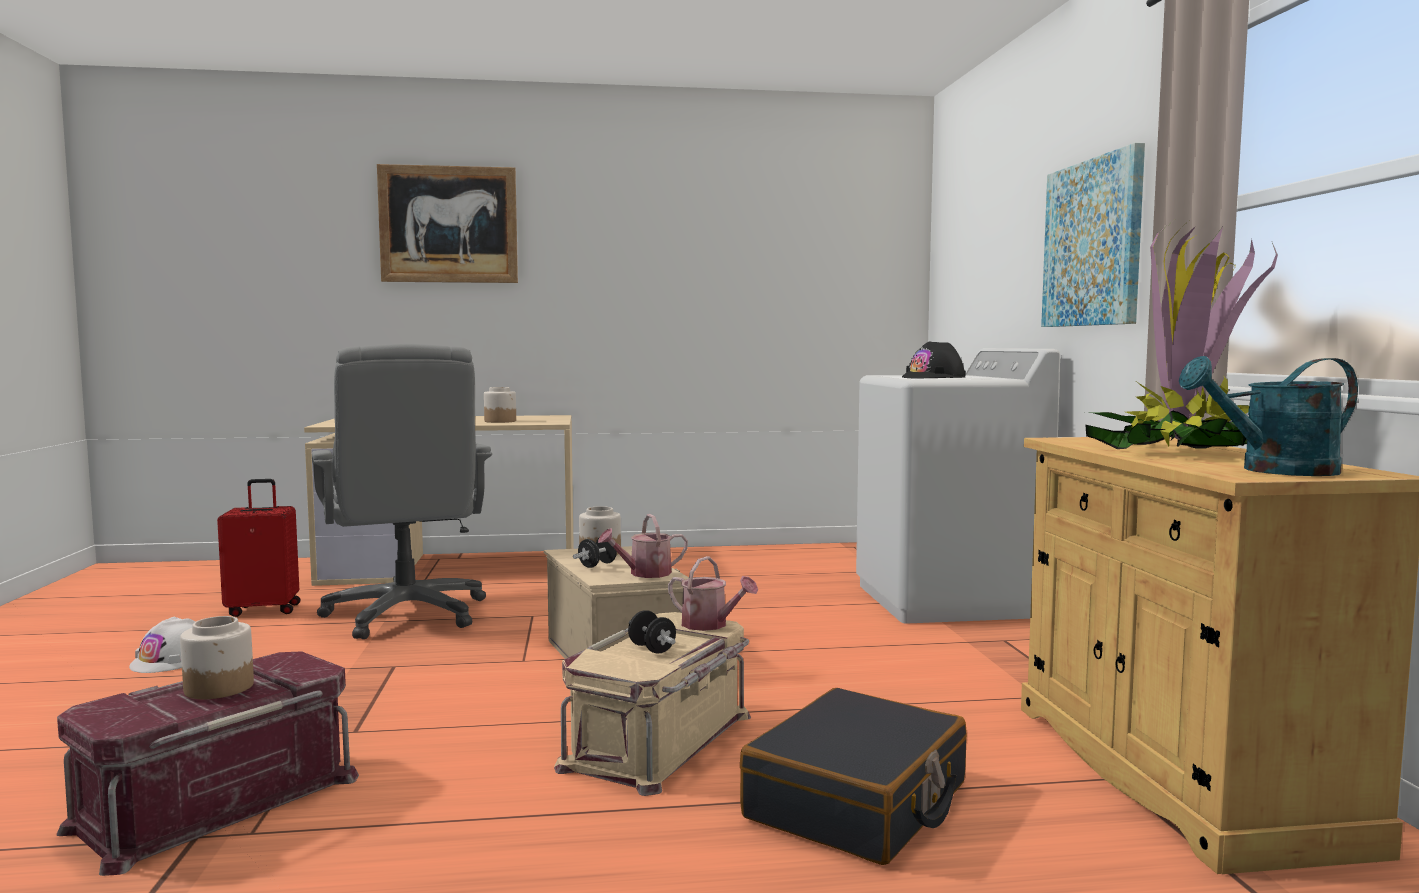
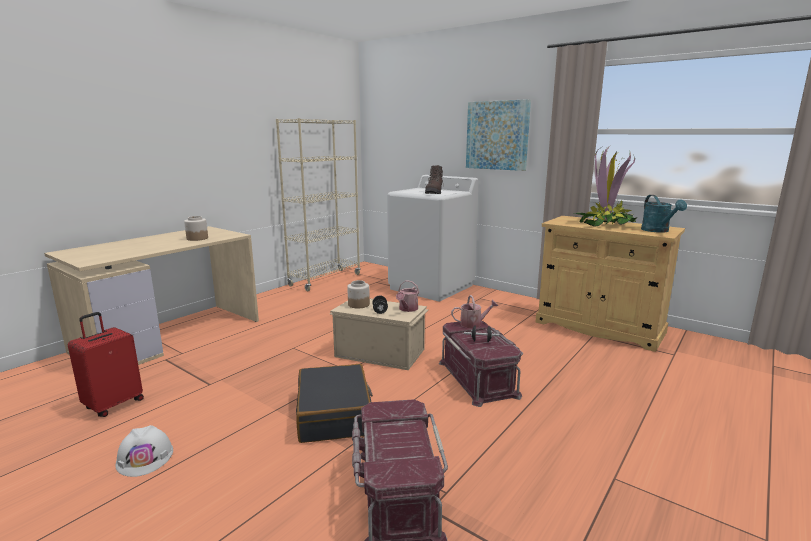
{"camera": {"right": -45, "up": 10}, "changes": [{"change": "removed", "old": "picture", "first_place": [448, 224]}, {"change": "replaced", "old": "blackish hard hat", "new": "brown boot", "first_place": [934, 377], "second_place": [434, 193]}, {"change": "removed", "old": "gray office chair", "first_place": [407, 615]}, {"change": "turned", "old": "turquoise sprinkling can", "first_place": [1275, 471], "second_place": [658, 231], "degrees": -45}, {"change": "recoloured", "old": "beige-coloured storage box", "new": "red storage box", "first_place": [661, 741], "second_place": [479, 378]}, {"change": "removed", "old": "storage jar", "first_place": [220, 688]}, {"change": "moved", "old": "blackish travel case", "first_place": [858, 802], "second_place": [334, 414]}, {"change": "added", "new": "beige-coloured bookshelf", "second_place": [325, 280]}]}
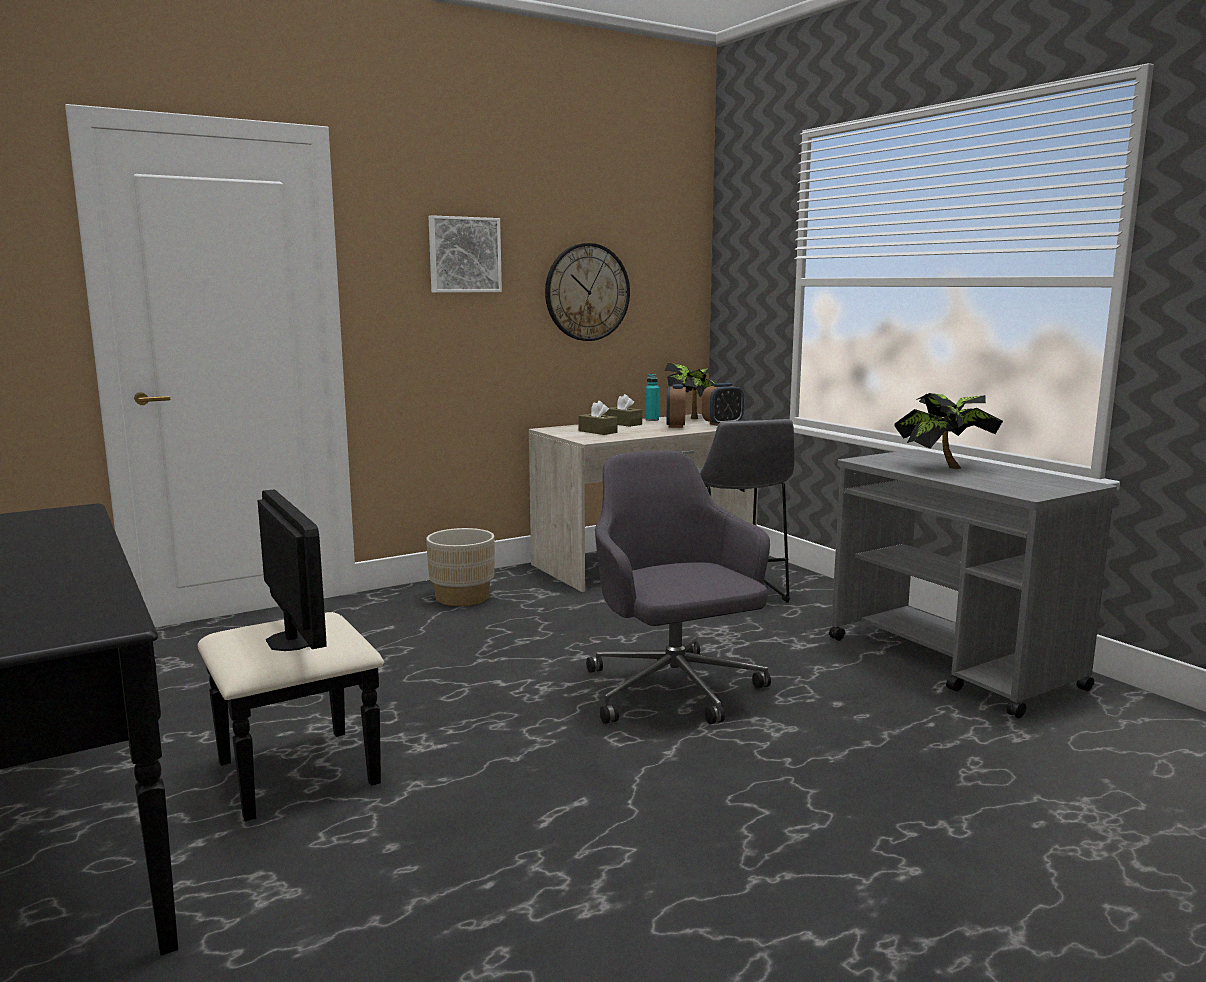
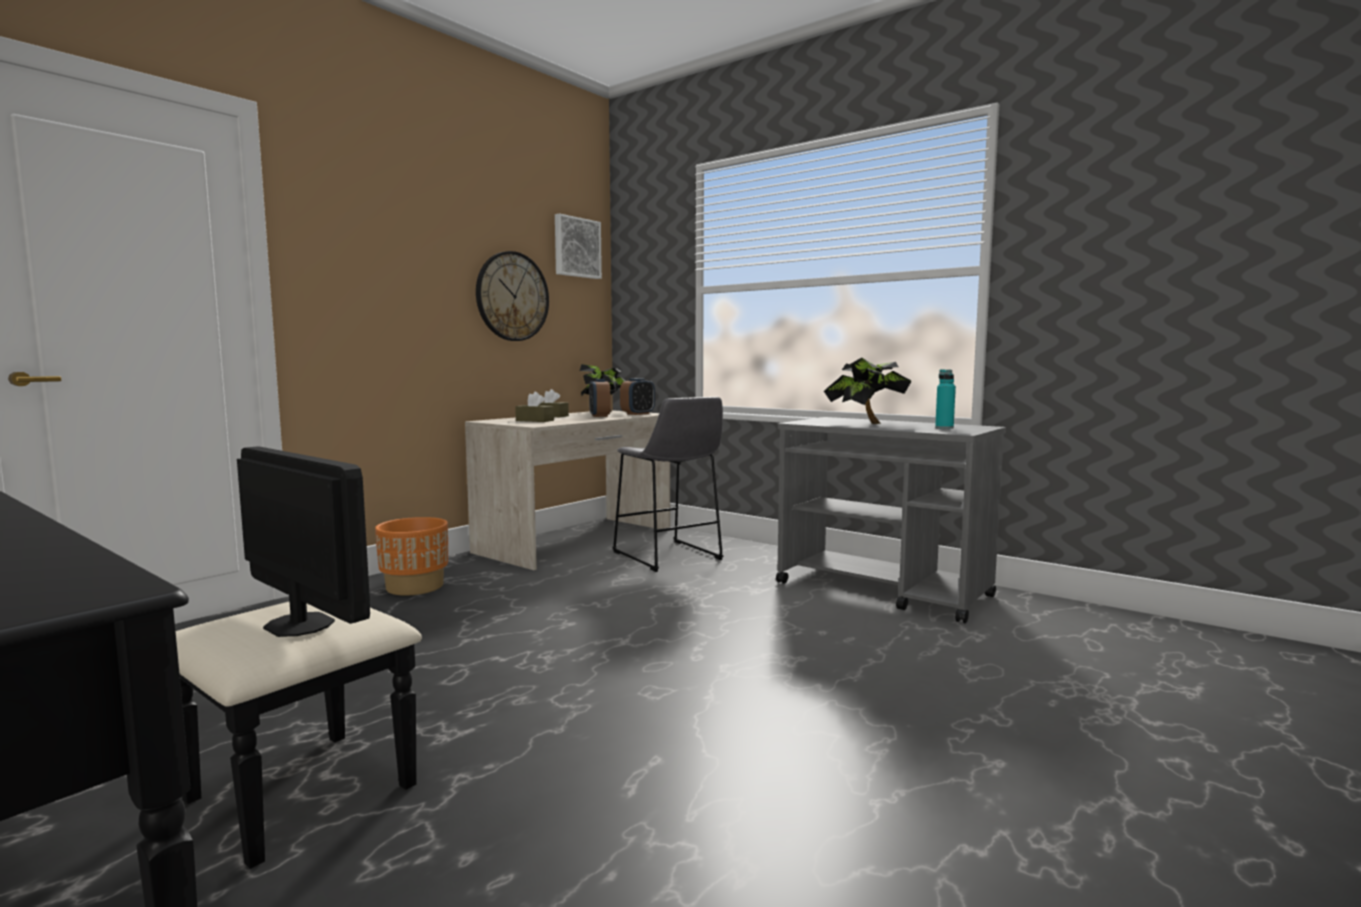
{"camera": {"right": -20, "up": -5}, "changes": [{"change": "moved", "old": "picture", "first_place": [464, 255], "second_place": [576, 247]}, {"change": "moved", "old": "turquoise drink bottle", "first_place": [652, 420], "second_place": [944, 428]}, {"change": "removed", "old": "gray office chair", "first_place": [674, 691]}, {"change": "recoloured", "old": "beige-coloured planter", "new": "orangey planter", "first_place": [462, 597], "second_place": [415, 587]}]}
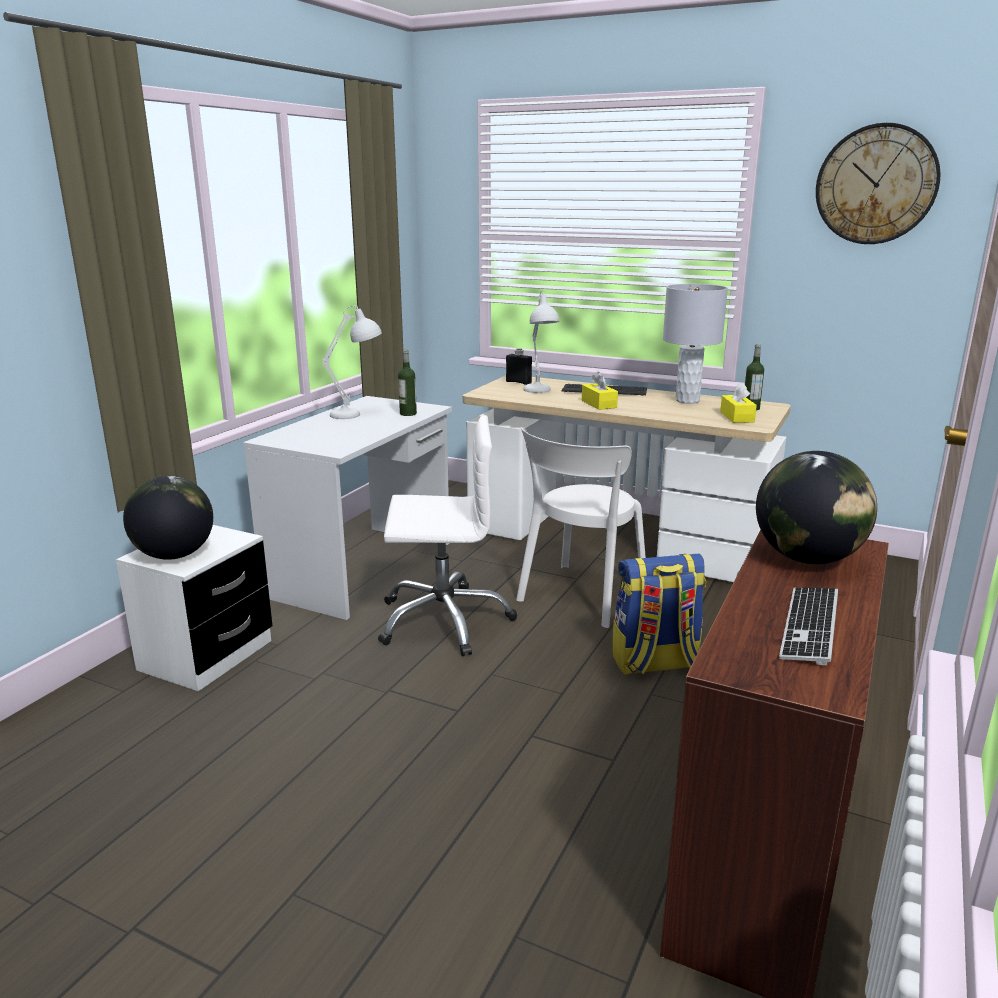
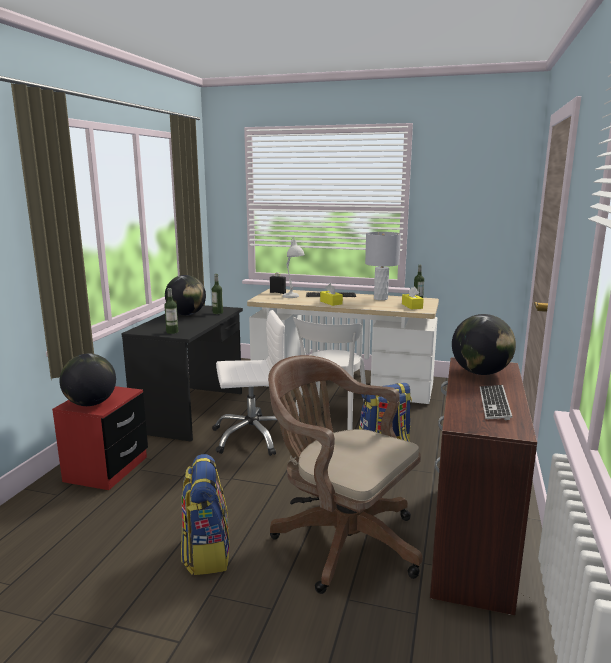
{"camera": {"right": -10, "up": -5}, "changes": [{"change": "removed", "old": "clock on the wall", "first_place": [876, 184]}, {"change": "replaced", "old": "whitish table lamp", "new": "desk globe", "first_place": [358, 414], "second_place": [186, 314]}, {"change": "recoloured", "old": "whitish desk unit", "new": "blackish desk unit", "first_place": [364, 569], "second_place": [192, 411]}, {"change": "recoloured", "old": "whitish night table", "new": "red night table", "first_place": [206, 655], "second_place": [107, 469]}, {"change": "added", "new": "drink bottle", "second_place": [172, 332]}, {"change": "added", "new": "brown office chair", "second_place": [340, 539]}, {"change": "added", "new": "rucksack", "second_place": [206, 552]}]}
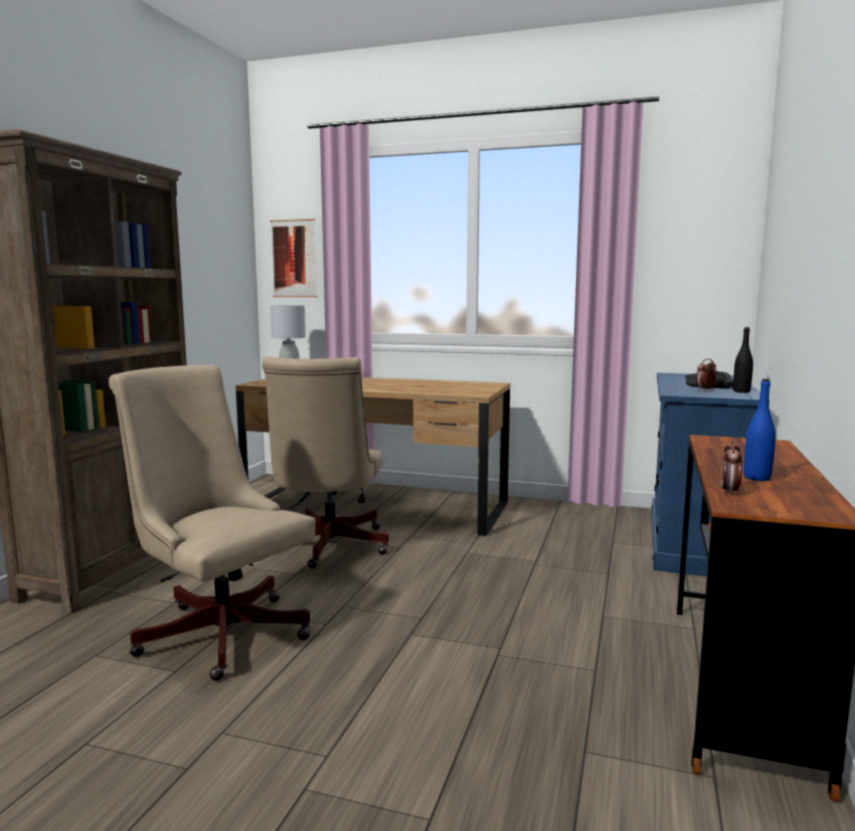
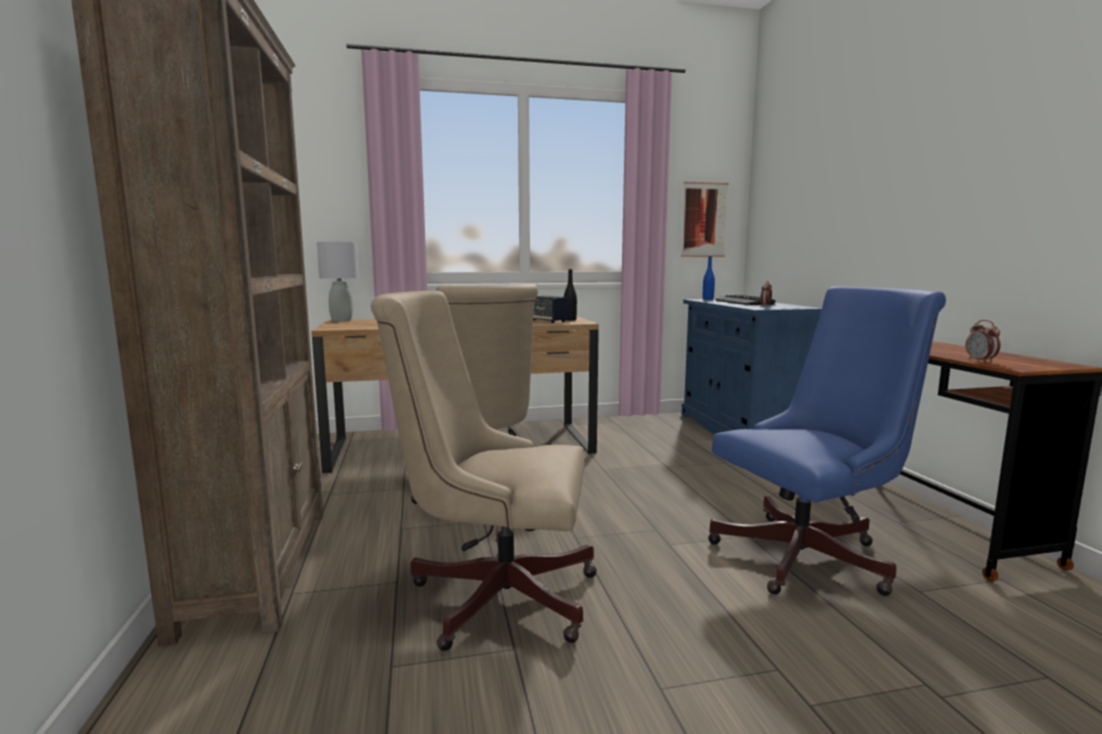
{"camera": {"right": -30, "up": 0}, "changes": [{"change": "moved", "old": "picture", "first_place": [294, 258], "second_place": [704, 220]}, {"change": "moved", "old": "blackish drink bottle", "first_place": [741, 391], "second_place": [570, 320]}, {"change": "moved", "old": "blue drink bottle", "first_place": [757, 478], "second_place": [708, 299]}, {"change": "added", "new": "blue office chair", "second_place": [811, 555]}, {"change": "added", "new": "audio speaker", "second_place": [548, 321]}]}
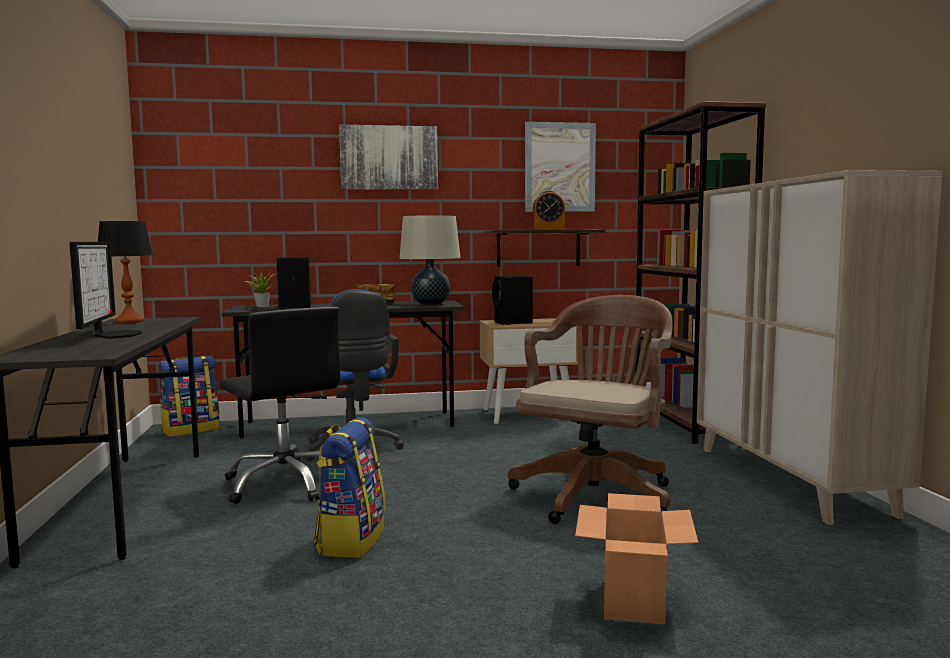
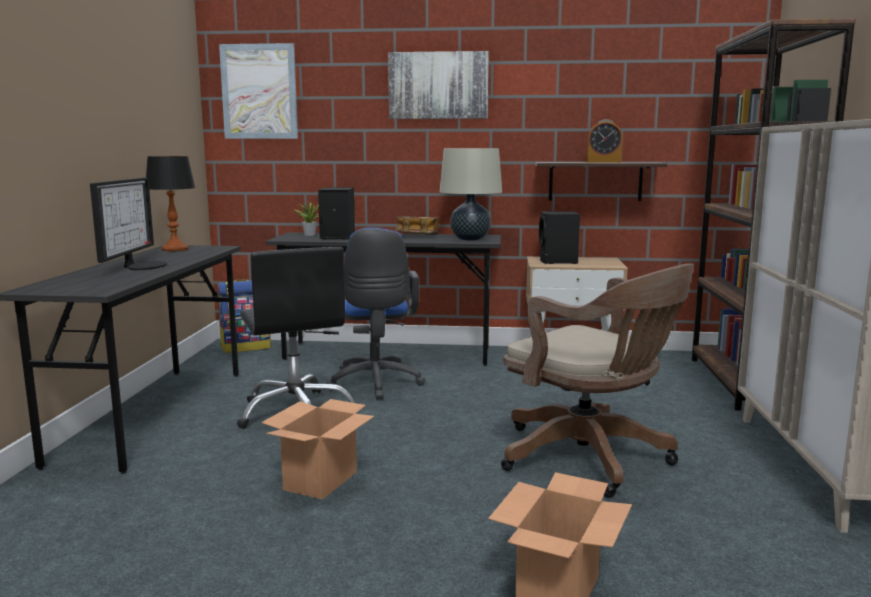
{"camera": {"right": 15, "up": 5}, "changes": [{"change": "moved", "old": "picture", "first_place": [559, 167], "second_place": [259, 92]}, {"change": "turned", "old": "brown office chair", "first_place": [596, 493], "second_place": [591, 459], "degrees": 90}, {"change": "replaced", "old": "rucksack", "new": "cardboard box", "first_place": [350, 540], "second_place": [321, 480]}]}
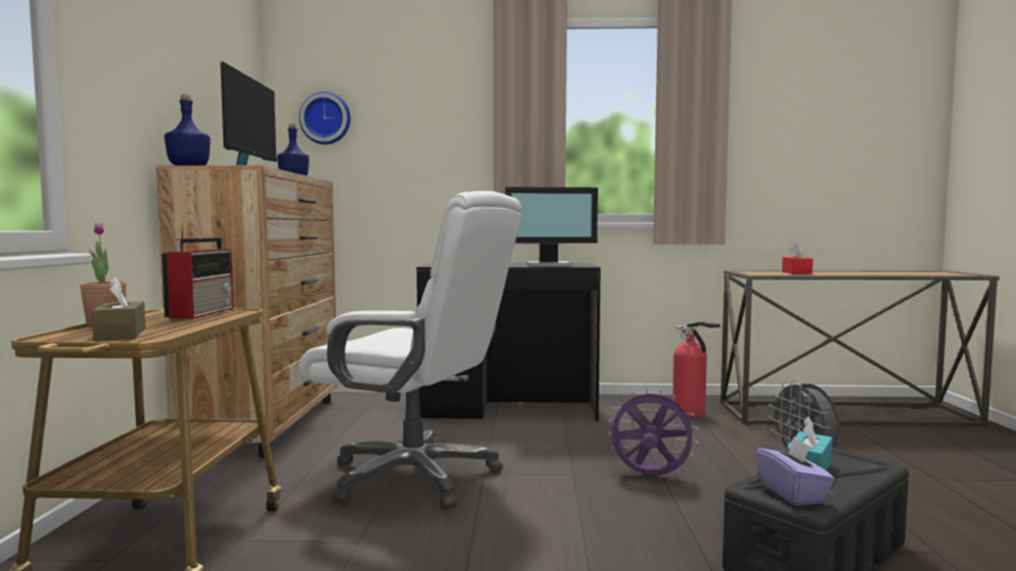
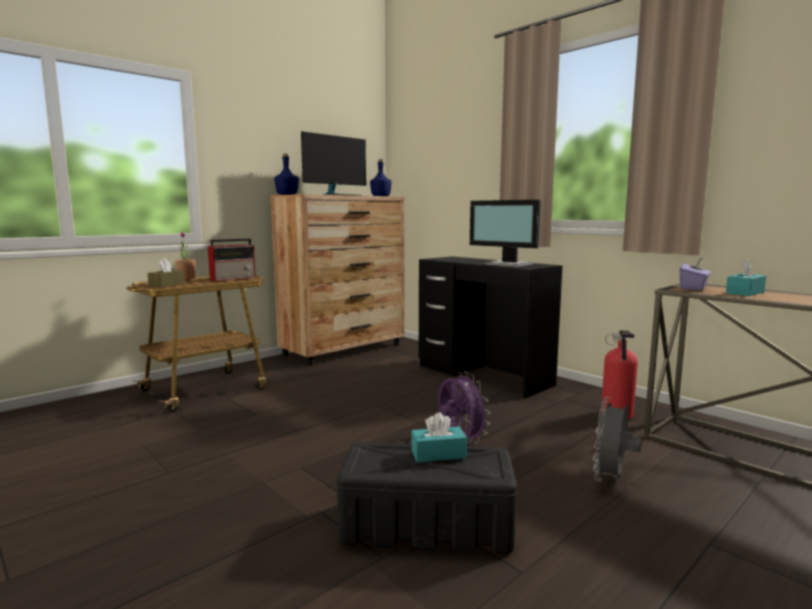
{"camera": {"right": 45, "up": 5}, "changes": [{"change": "removed", "old": "clock on the wall", "first_place": [326, 119]}, {"change": "removed", "old": "whitish office chair", "first_place": [415, 477]}, {"change": "recoloured", "old": "red tissue holder", "new": "turquoise tissue holder", "first_place": [796, 273], "second_place": [745, 293]}, {"change": "moved", "old": "purple tissue holder", "first_place": [793, 494], "second_place": [693, 288]}]}
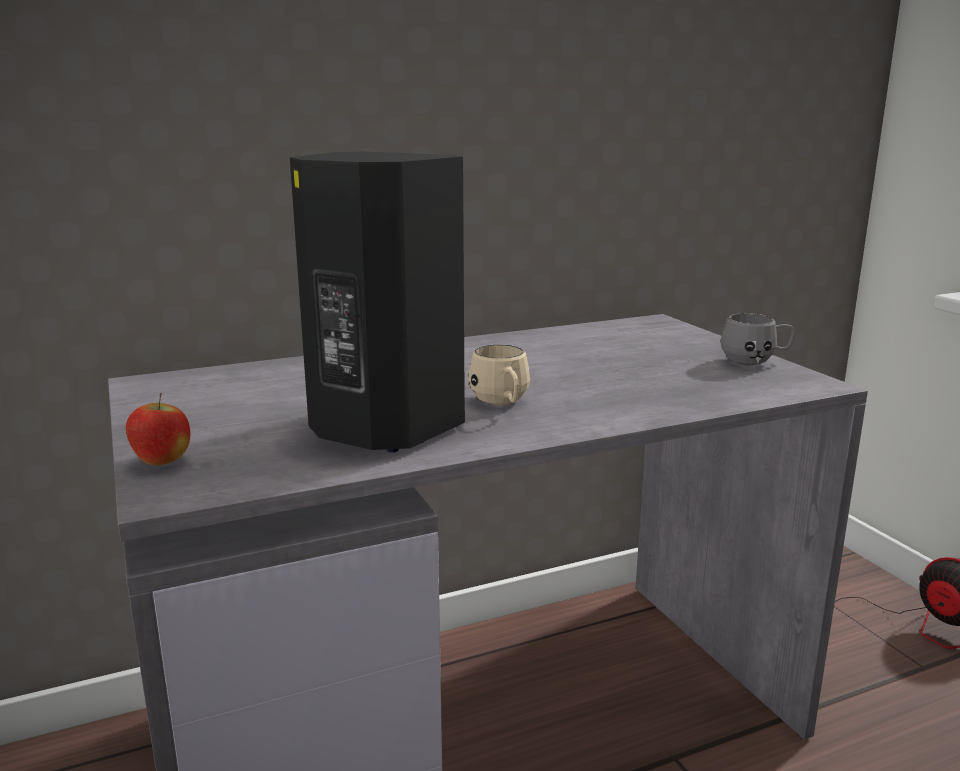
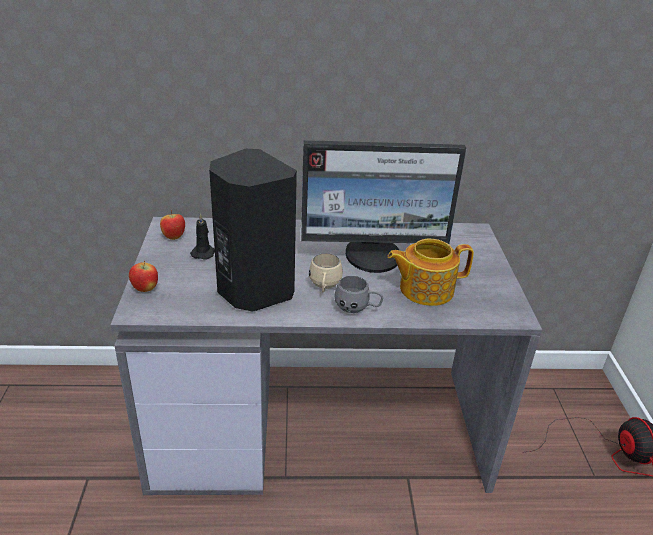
{"camera": {"right": 20, "up": 15}, "changes": [{"change": "moved", "old": "gray coffee mug", "first_place": [756, 361], "second_place": [357, 309]}, {"change": "added", "new": "computer screen", "second_place": [374, 256]}, {"change": "added", "new": "whole apple", "second_place": [174, 237]}, {"change": "added", "new": "blackish candle", "second_place": [203, 253]}, {"change": "added", "new": "tea pot", "second_place": [425, 289]}]}
